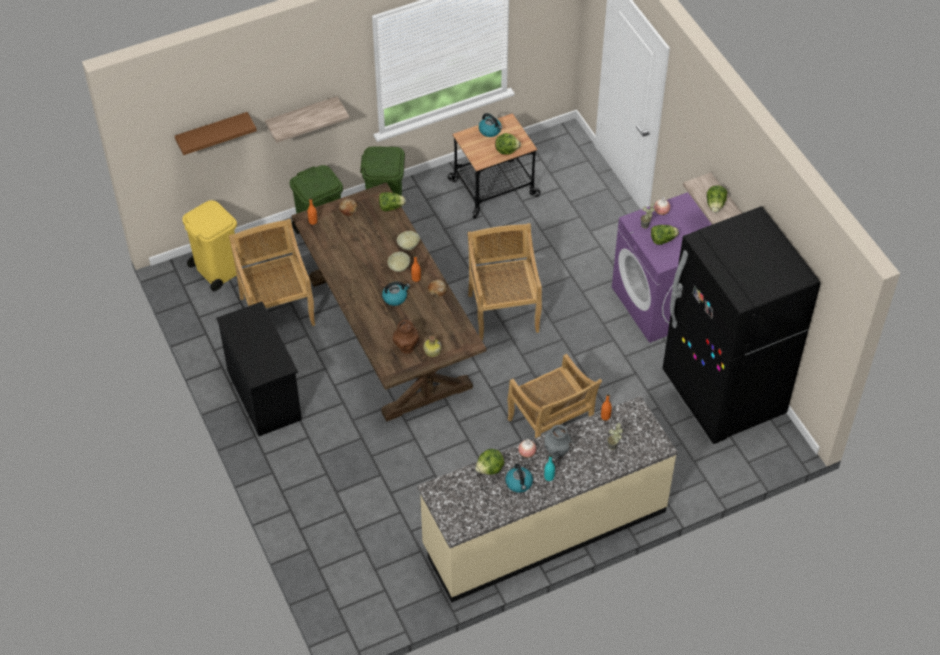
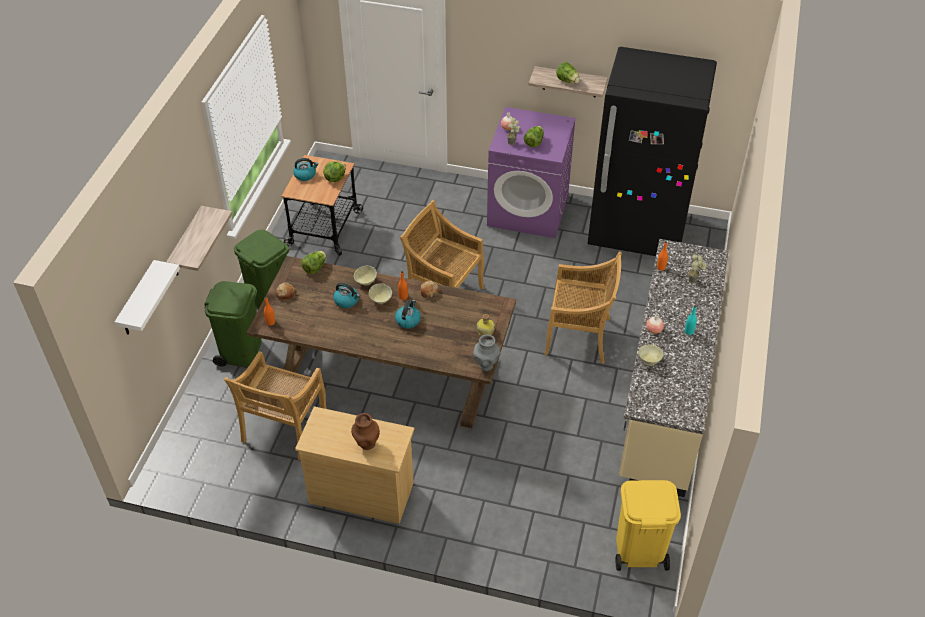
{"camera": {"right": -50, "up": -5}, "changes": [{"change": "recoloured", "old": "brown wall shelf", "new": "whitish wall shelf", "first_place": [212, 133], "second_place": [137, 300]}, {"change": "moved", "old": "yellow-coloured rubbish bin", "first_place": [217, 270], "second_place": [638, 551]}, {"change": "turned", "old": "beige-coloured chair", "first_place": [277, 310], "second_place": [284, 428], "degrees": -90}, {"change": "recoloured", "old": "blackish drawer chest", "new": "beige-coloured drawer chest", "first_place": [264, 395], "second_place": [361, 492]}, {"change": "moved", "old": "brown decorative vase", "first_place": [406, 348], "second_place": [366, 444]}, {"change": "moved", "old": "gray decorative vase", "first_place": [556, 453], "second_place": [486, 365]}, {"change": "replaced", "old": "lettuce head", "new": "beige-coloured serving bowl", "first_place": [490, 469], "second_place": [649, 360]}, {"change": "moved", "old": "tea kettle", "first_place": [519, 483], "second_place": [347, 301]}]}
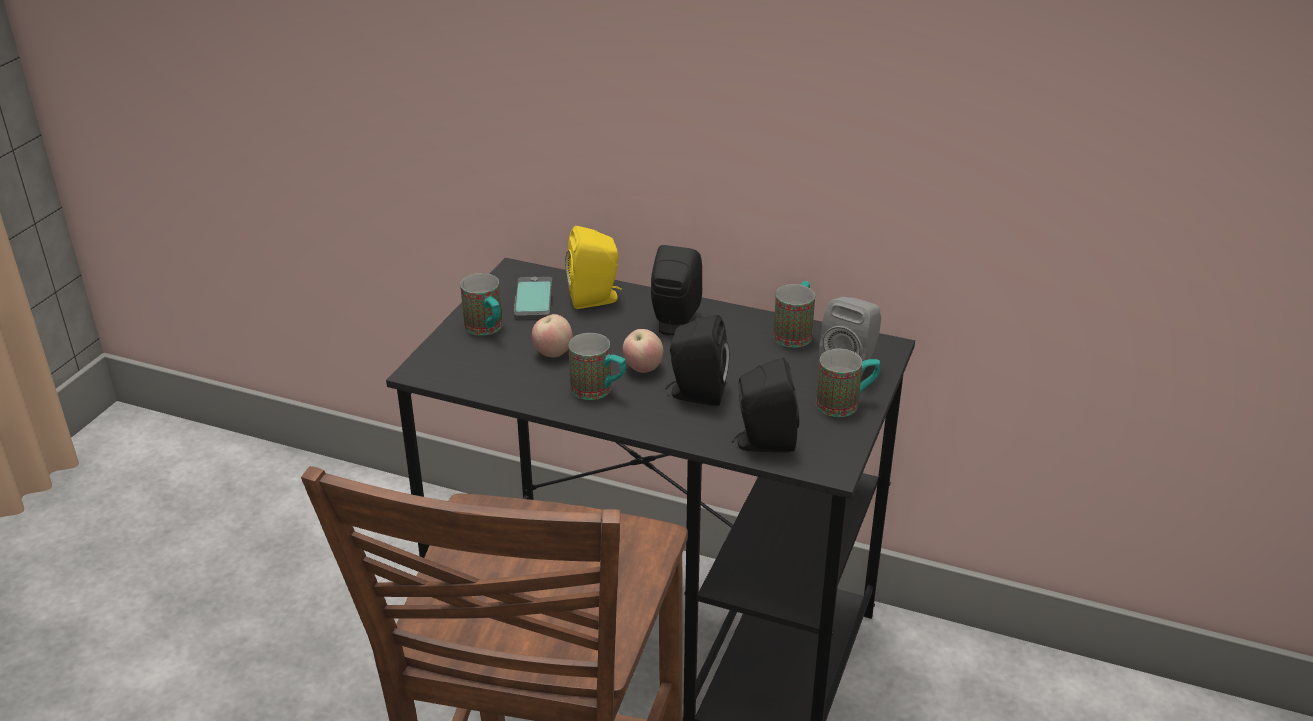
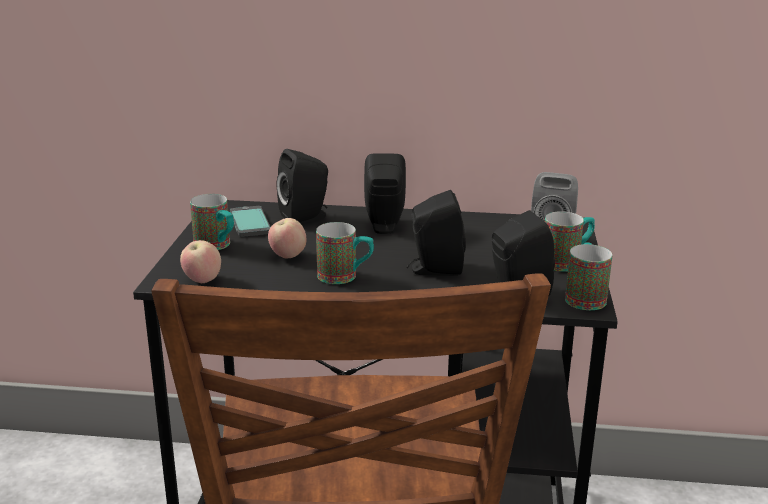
{"camera": {"right": -15, "up": -10}, "changes": [{"change": "recoloured", "old": "yellow-coloured audio speaker", "new": "blackish audio speaker", "first_place": [596, 299], "second_place": [306, 217]}, {"change": "moved", "old": "coffee mug", "first_place": [795, 332], "second_place": [585, 296]}, {"change": "moved", "old": "whole apple", "first_place": [642, 368], "second_place": [202, 280]}]}
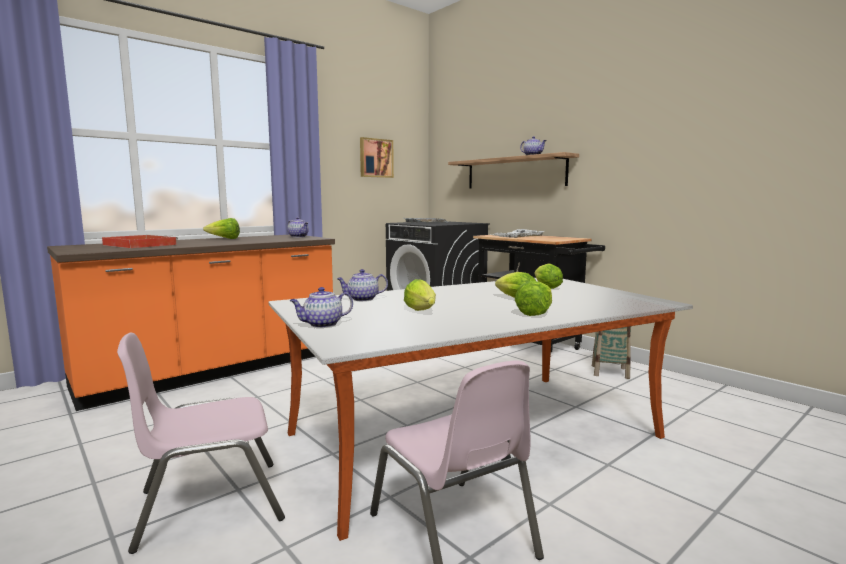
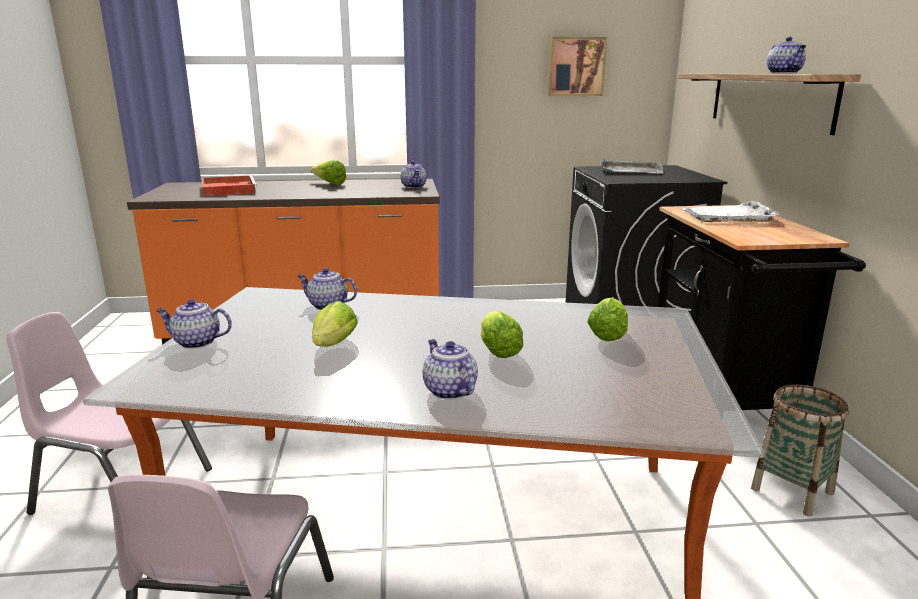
{"camera": {"right": 35, "up": 10}, "changes": [{"change": "replaced", "old": "lettuce head", "new": "tea pot", "first_place": [535, 313], "second_place": [449, 390]}]}
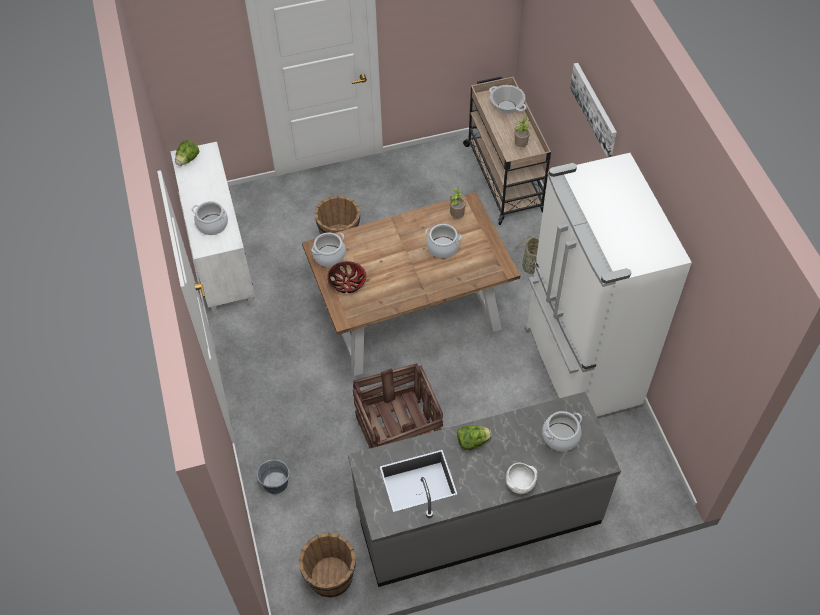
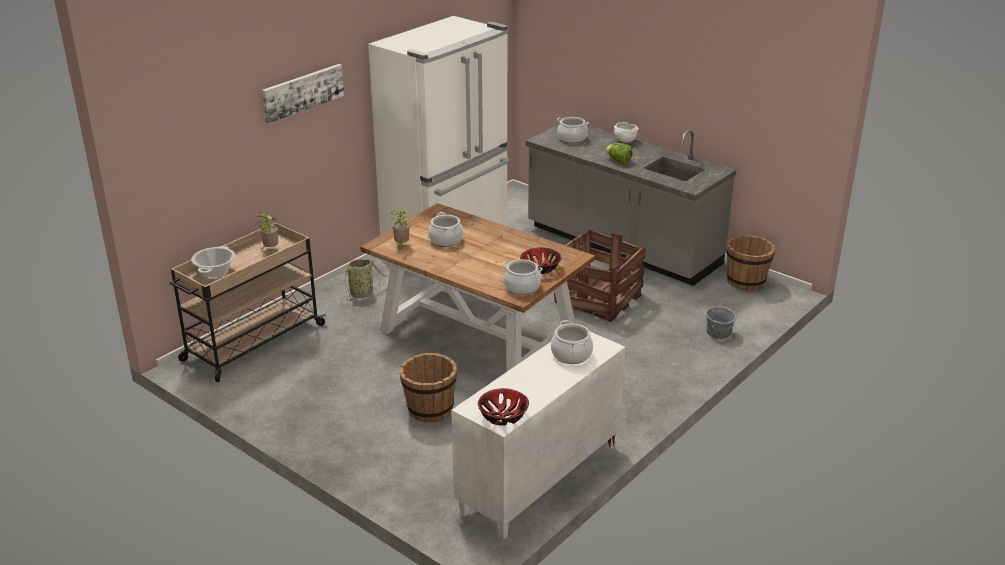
{"camera": {"right": -125, "up": -25}, "changes": [{"change": "replaced", "old": "lettuce head", "new": "serving bowl", "first_place": [188, 160], "second_place": [503, 416]}]}
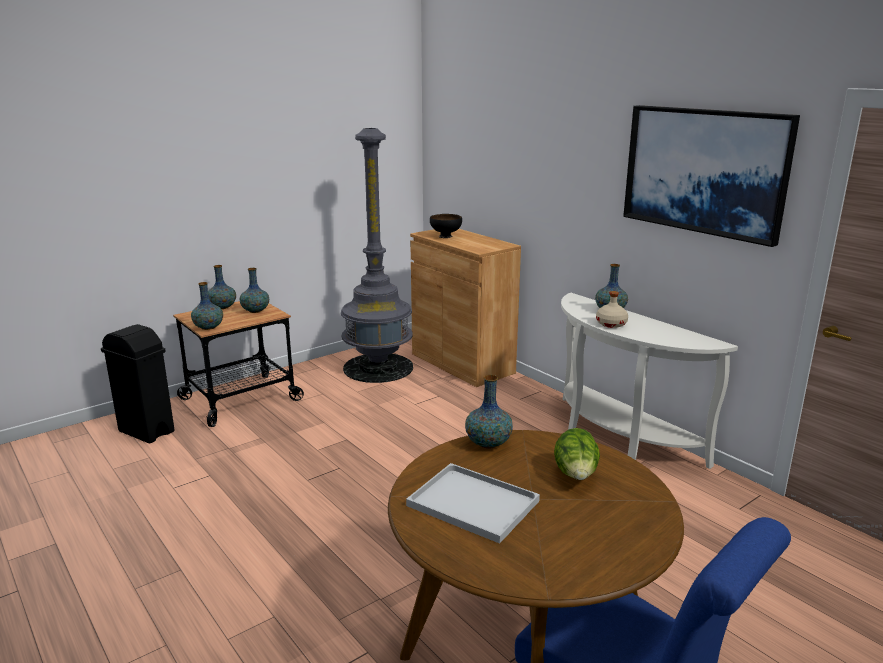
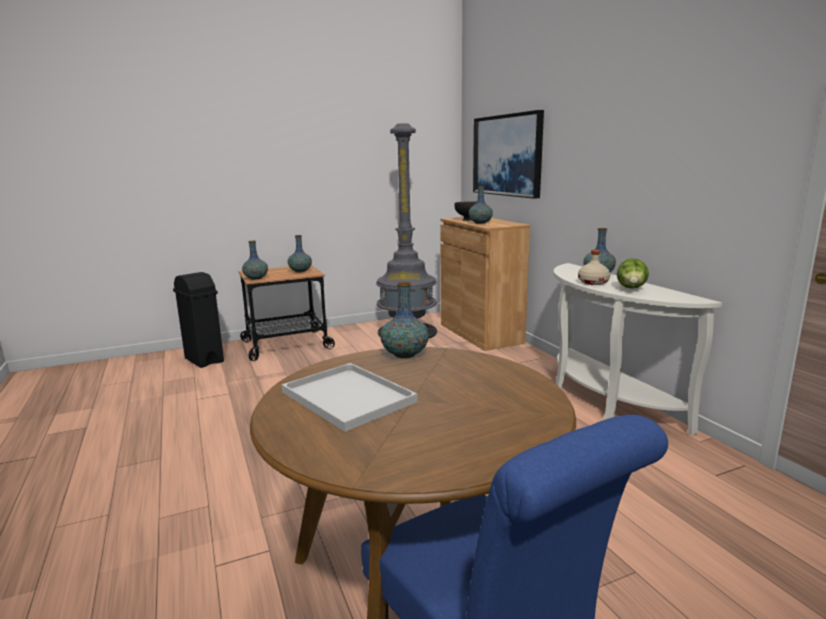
{"camera": {"right": 15, "up": -5}, "changes": [{"change": "moved", "old": "picture", "first_place": [704, 171], "second_place": [507, 155]}, {"change": "moved", "old": "decorative vase", "first_place": [222, 307], "second_place": [480, 223]}, {"change": "moved", "old": "lettuce head", "first_place": [576, 475], "second_place": [631, 289]}]}
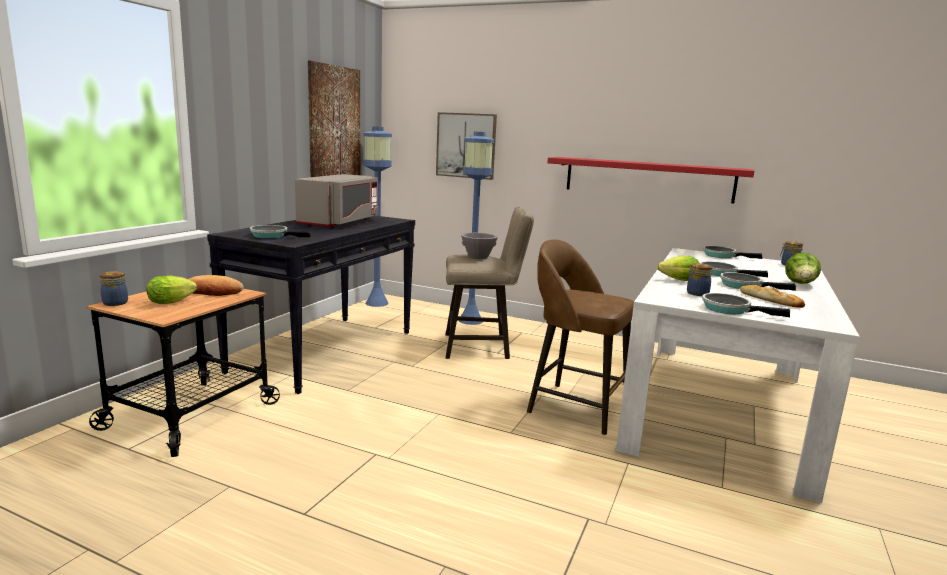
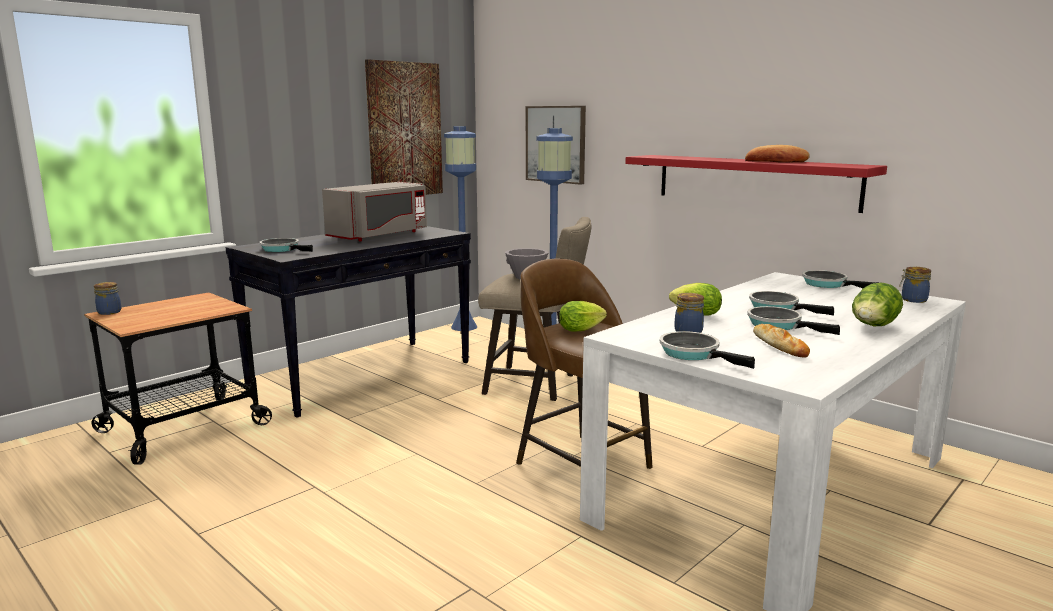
{"camera": {"right": 20, "up": 0}, "changes": [{"change": "moved", "old": "lettuce head", "first_place": [173, 302], "second_place": [583, 330]}, {"change": "moved", "old": "baked bread", "first_place": [211, 292], "second_place": [775, 161]}]}
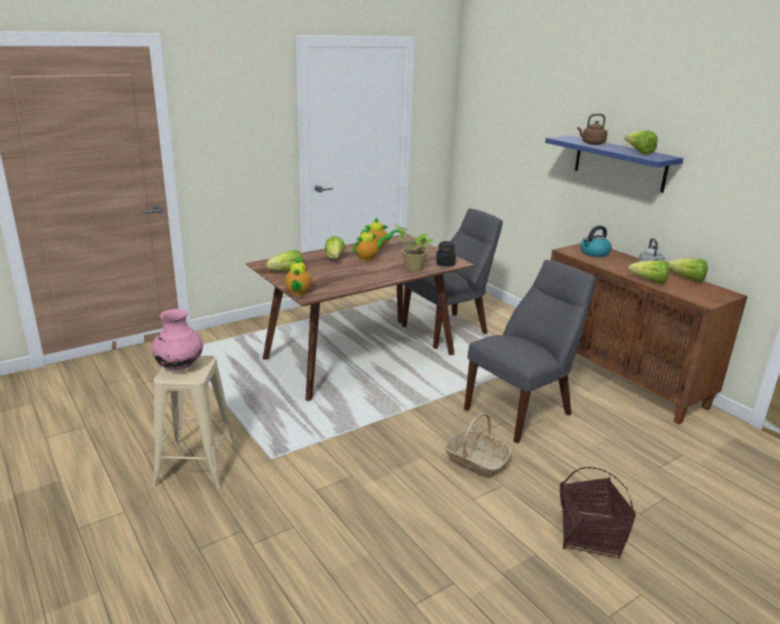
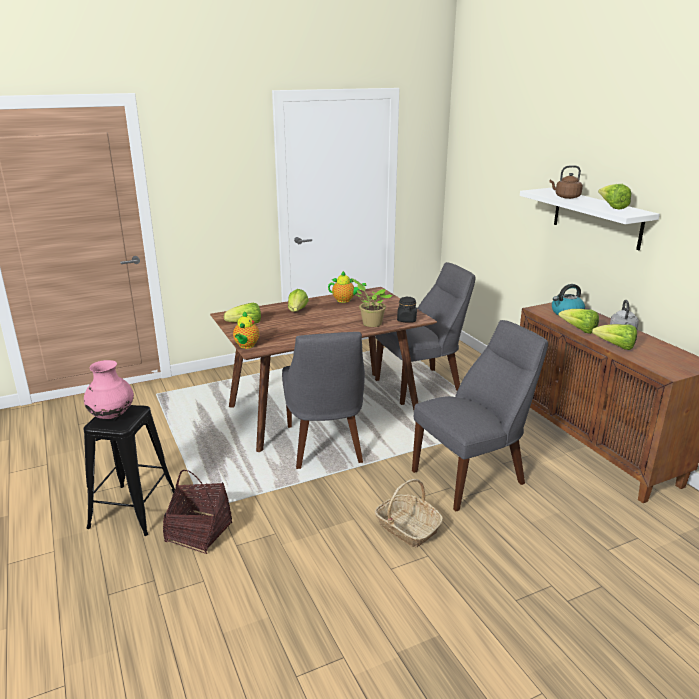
{"camera": {"right": 10, "up": 0}, "changes": [{"change": "recoloured", "old": "blue wall shelf", "new": "whitish wall shelf", "first_place": [619, 163], "second_place": [597, 218]}, {"change": "removed", "old": "tea pot", "first_place": [368, 258]}, {"change": "moved", "old": "lettuce head", "first_place": [687, 279], "second_place": [579, 330]}, {"change": "recoloured", "old": "beige-coloured stool", "new": "blackish stool", "first_place": [196, 464], "second_place": [133, 509]}, {"change": "moved", "old": "household basket", "first_place": [589, 535], "second_place": [199, 532]}, {"change": "added", "new": "gray chair", "second_place": [325, 446]}]}
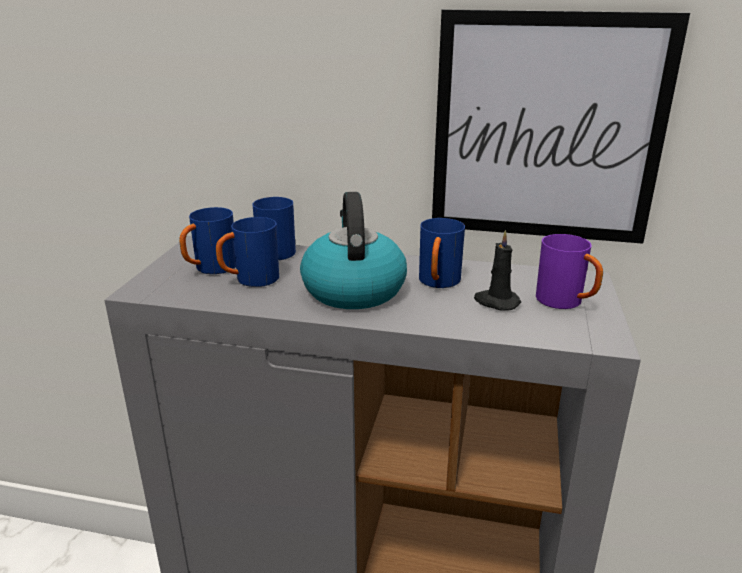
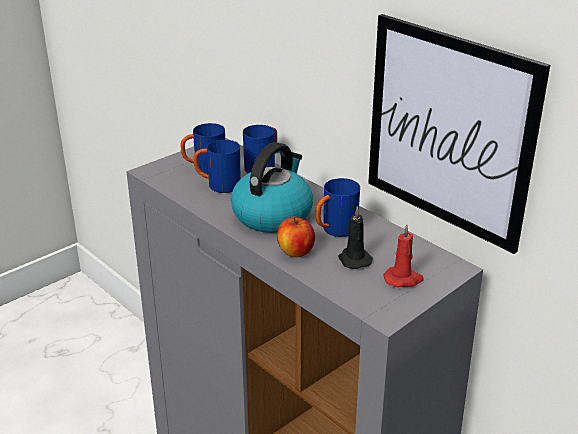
{"camera": {"right": 35, "up": 5}, "changes": [{"change": "replaced", "old": "purple coffee mug", "new": "red candle", "first_place": [566, 303], "second_place": [403, 279]}, {"change": "added", "new": "whole apple", "second_place": [296, 252]}]}
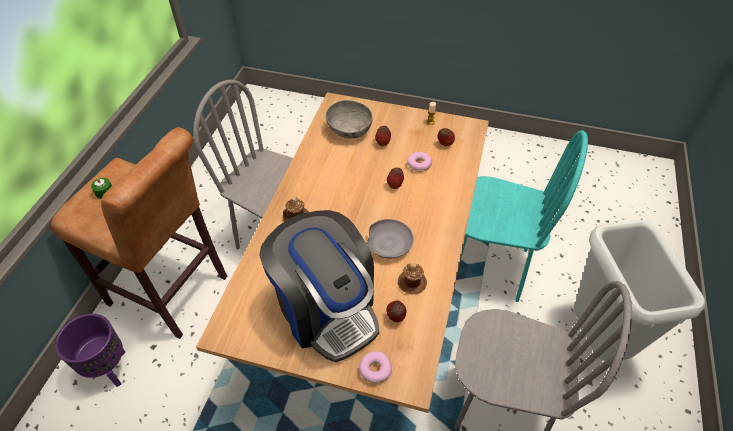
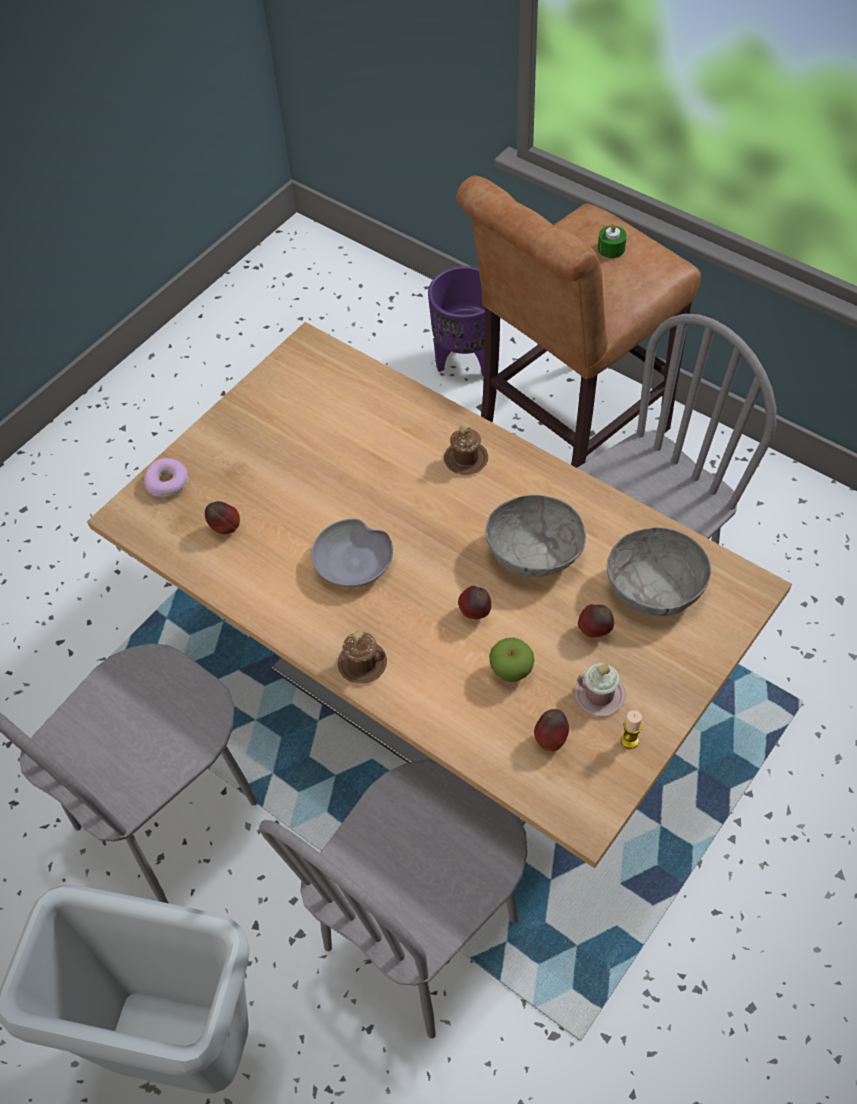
{"camera": {"right": 115, "up": 5}, "changes": [{"change": "recoloured", "old": "turquoise chair", "new": "gray chair", "first_place": [489, 266], "second_place": [422, 935]}, {"change": "replaced", "old": "ring doughnut", "new": "whole apple", "first_place": [419, 165], "second_place": [511, 671]}, {"change": "removed", "old": "coffee brewer", "first_place": [326, 309]}, {"change": "moved", "old": "brown coffee mug", "first_place": [412, 283], "second_place": [362, 663]}, {"change": "added", "new": "gray serving bowl", "second_place": [535, 552]}, {"change": "added", "new": "pink coffee mug", "second_place": [599, 695]}]}
